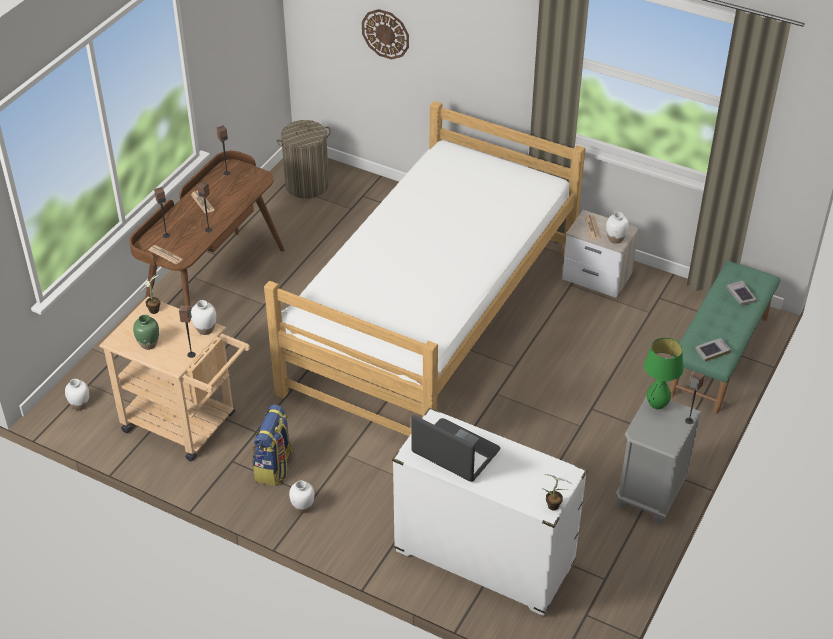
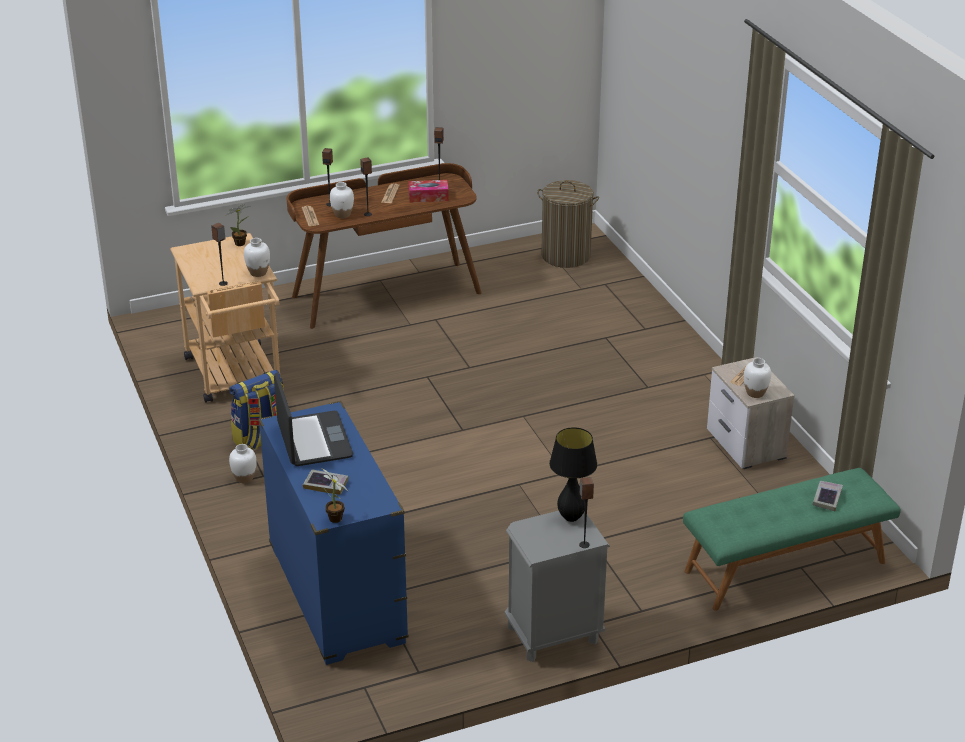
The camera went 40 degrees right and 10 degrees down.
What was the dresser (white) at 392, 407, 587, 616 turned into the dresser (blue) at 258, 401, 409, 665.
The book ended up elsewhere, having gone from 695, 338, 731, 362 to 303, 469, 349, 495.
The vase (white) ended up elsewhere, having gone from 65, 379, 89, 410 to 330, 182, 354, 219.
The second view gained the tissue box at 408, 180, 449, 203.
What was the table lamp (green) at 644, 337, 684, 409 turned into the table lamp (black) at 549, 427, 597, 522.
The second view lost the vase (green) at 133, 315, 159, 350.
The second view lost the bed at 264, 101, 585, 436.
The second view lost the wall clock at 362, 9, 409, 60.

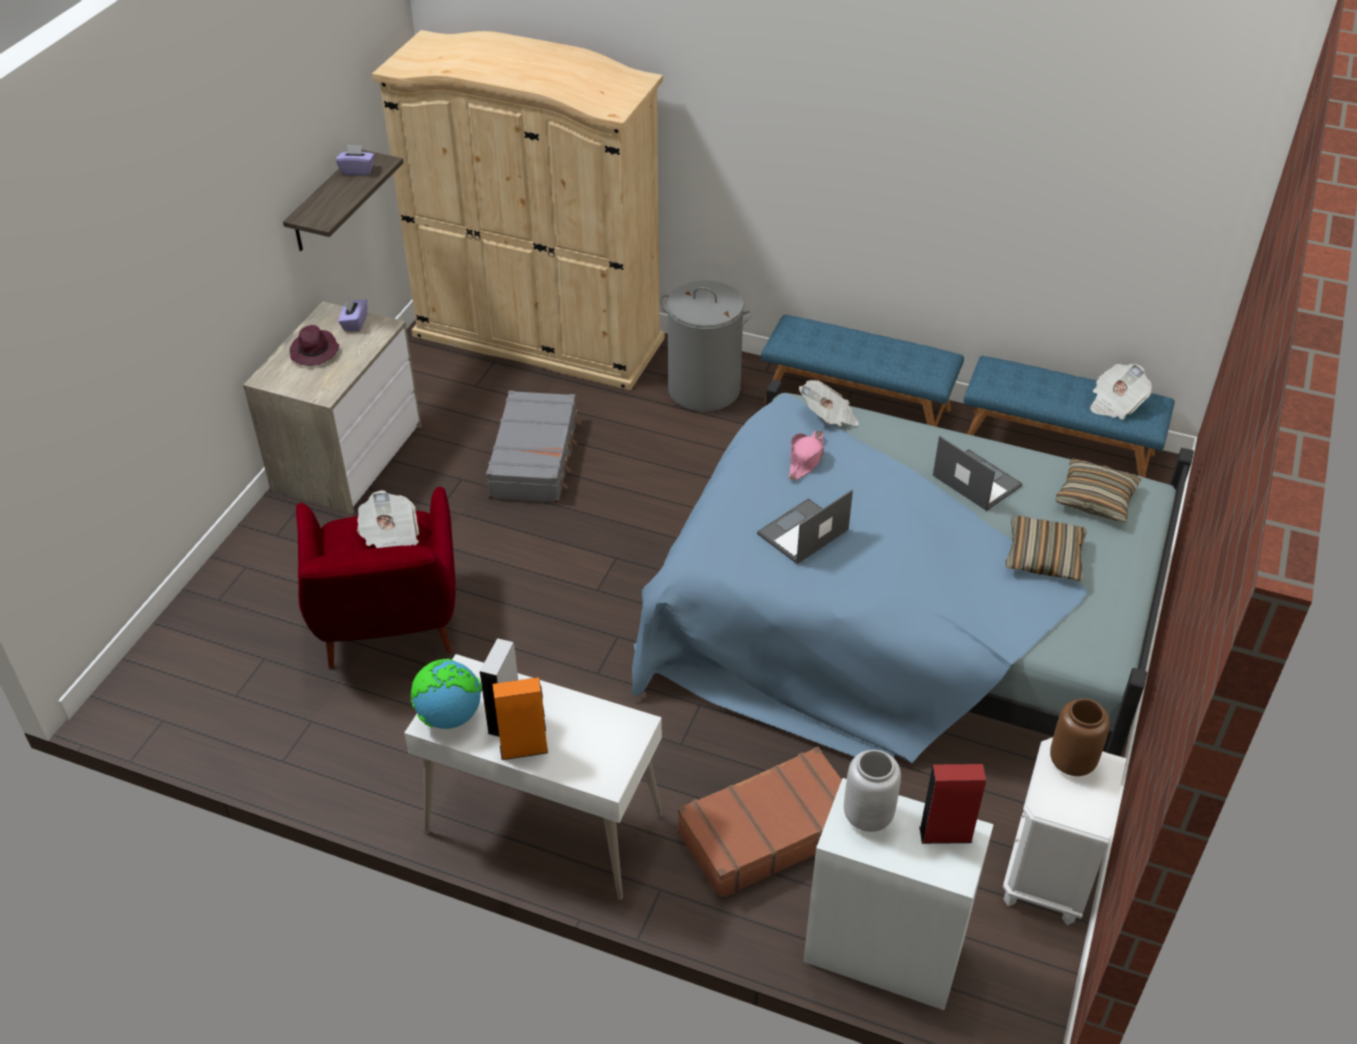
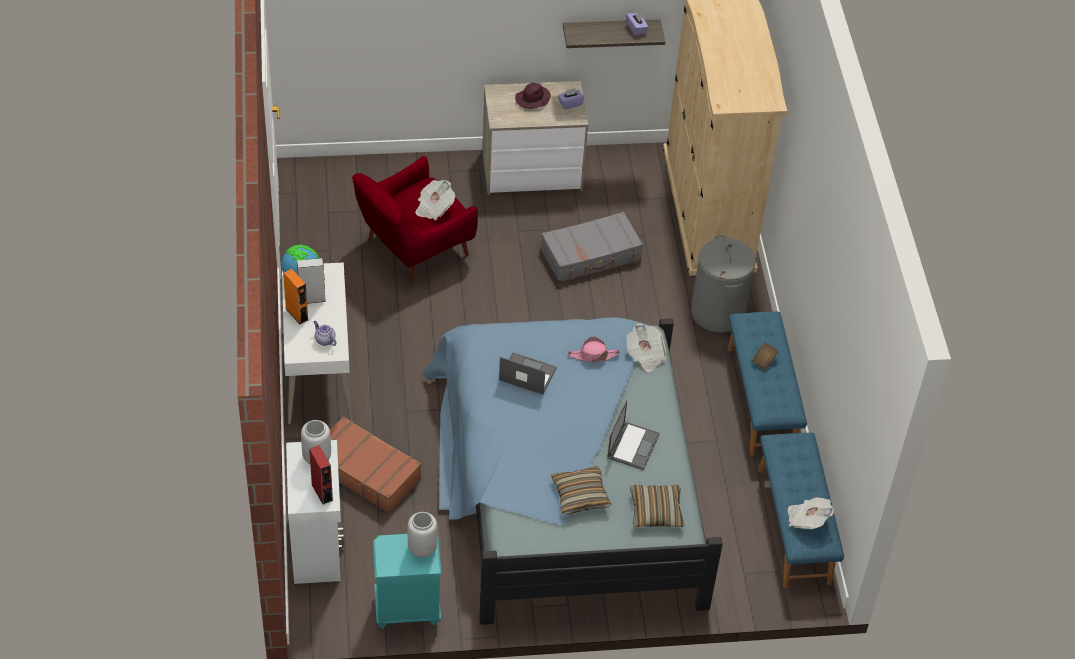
The camera went 60 degrees right and 5 degrees up.
The second view gained the teapot at 314, 321, 336, 346.
What was the nightstand (white) at 1003, 737, 1126, 925 turned into the nightstand (turquoise) at 373, 534, 442, 629.
What was the vase (brown) at 1050, 699, 1110, 776 turned into the vase (grey) at 408, 512, 438, 557.
The second view gained the book (brown) at 752, 343, 779, 370.

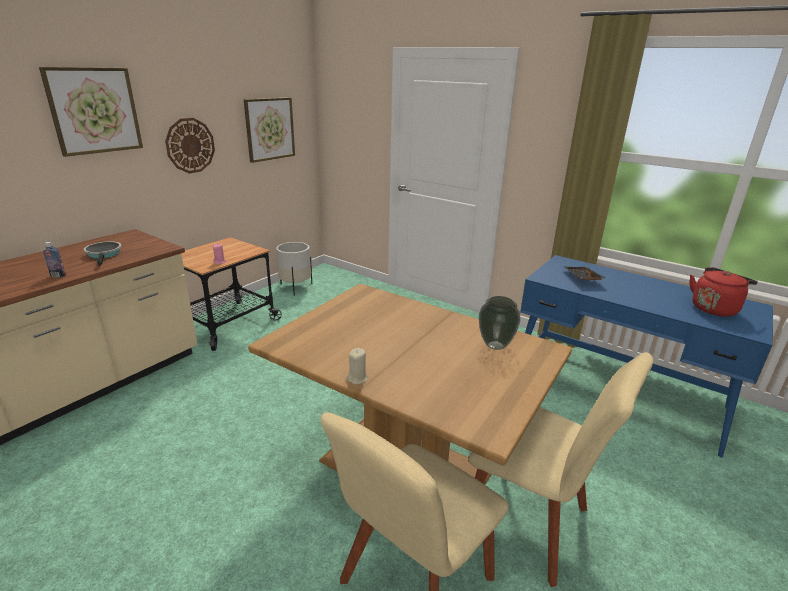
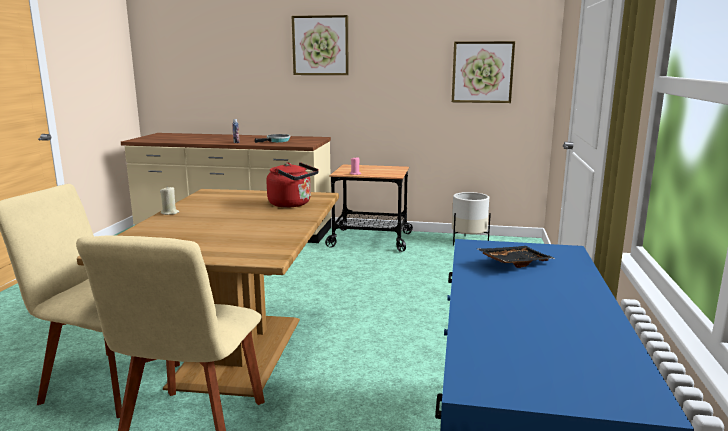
The camera went 65 degrees right and 10 degrees down.
The kettle (red) ended up elsewhere, having gone from 689, 267, 758, 317 to 267, 162, 319, 208.
The second view lost the wall clock at 165, 118, 215, 173.
The second view lost the vase at 479, 296, 520, 350.

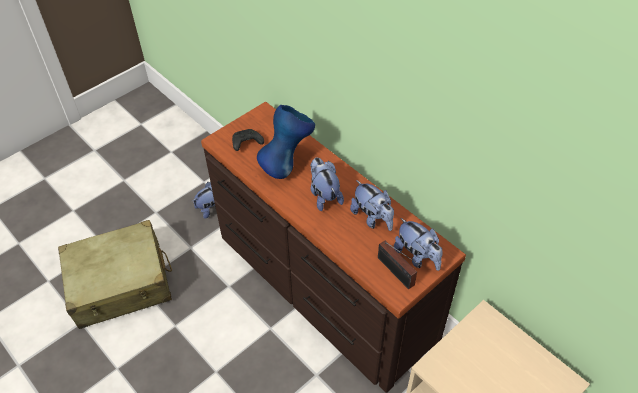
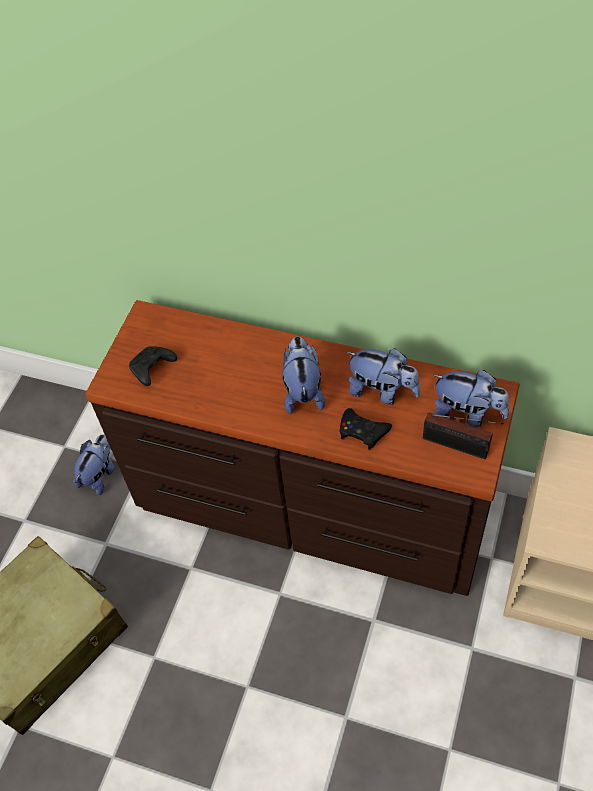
The camera went 25 degrees left and 5 degrees up.
The plush toy at 310, 158, 344, 211 ended up facing another way, 45 degrees clockwise from before.
The second view gained the game controller (black) at 340, 408, 392, 450.
The second view lost the vase (blue) at 257, 105, 315, 179.

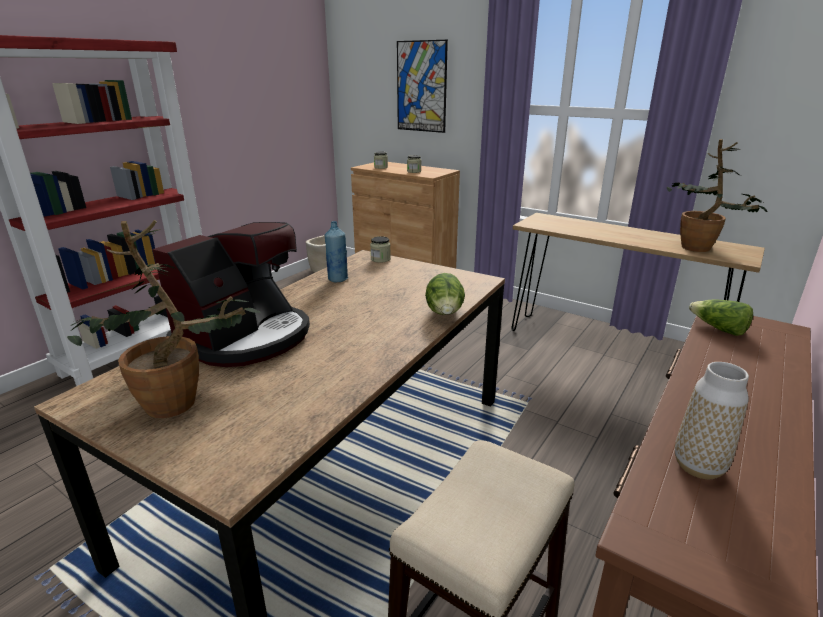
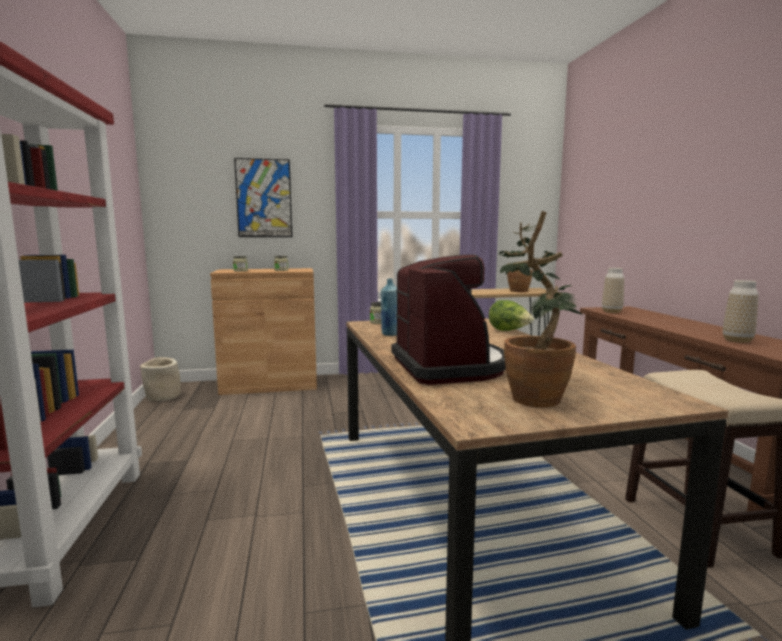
The camera went 45 degrees left and 15 degrees down.
Where the lettuce stood at 689, 300, 753, 336, the vase came to stand at 602, 268, 624, 313.

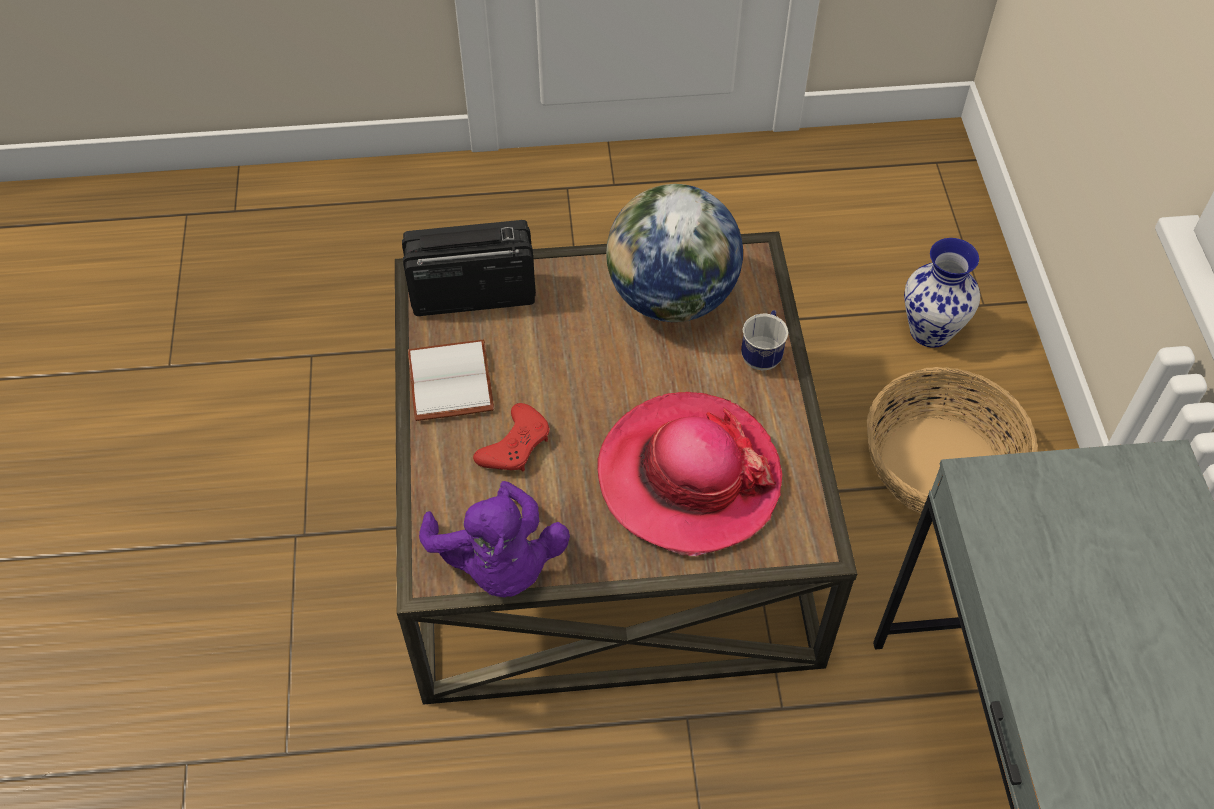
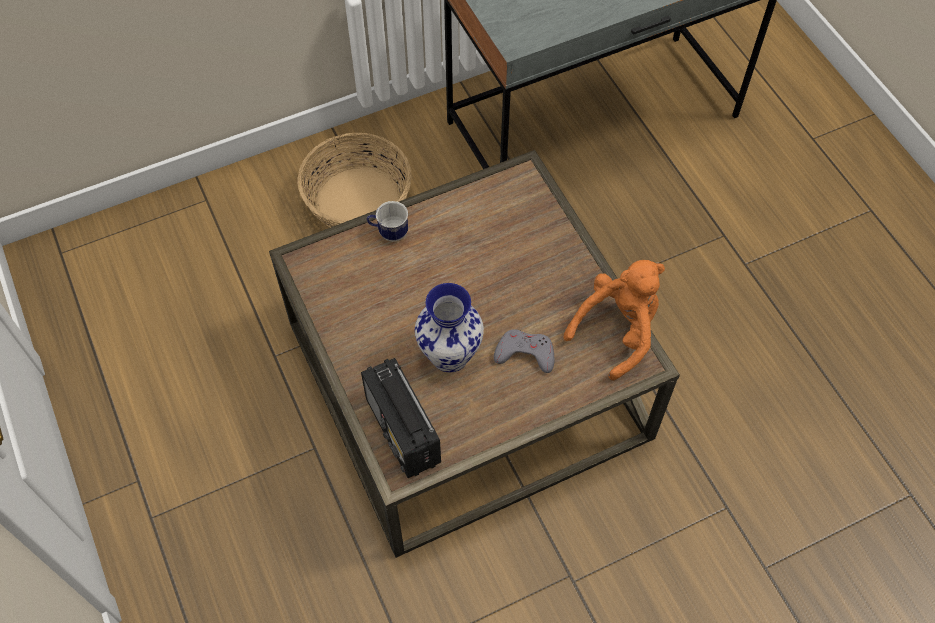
The camera went 110 degrees left and 5 degrees up.
The vase ended up elsewhere, having gone from 904, 238, 980, 348 to 415, 283, 484, 372.
What was the game controller (red) at 473, 403, 550, 471 turned into the game controller (grey) at 494, 329, 555, 373.
What was the plush toy (purple) at 419, 481, 570, 597 turned into the plush toy (orange) at 564, 260, 665, 380.
The second view lost the book (white) at 408, 340, 494, 421.
The second view lost the hat at 597, 392, 782, 556.
The second view lost the globe at 606, 184, 743, 322.

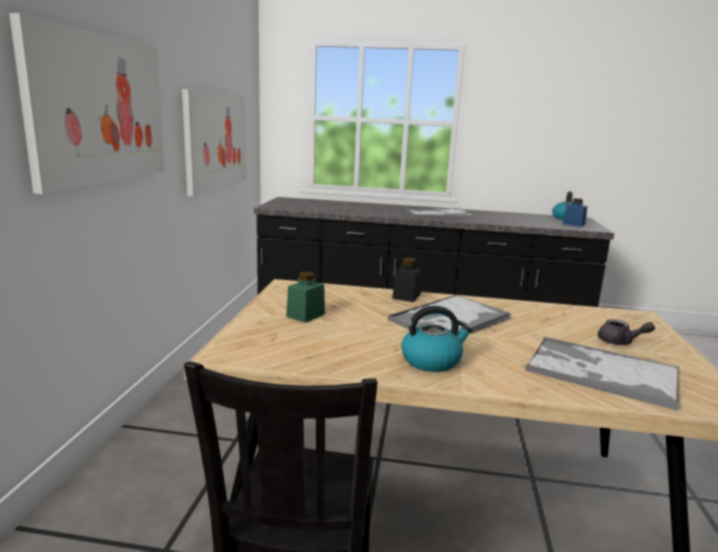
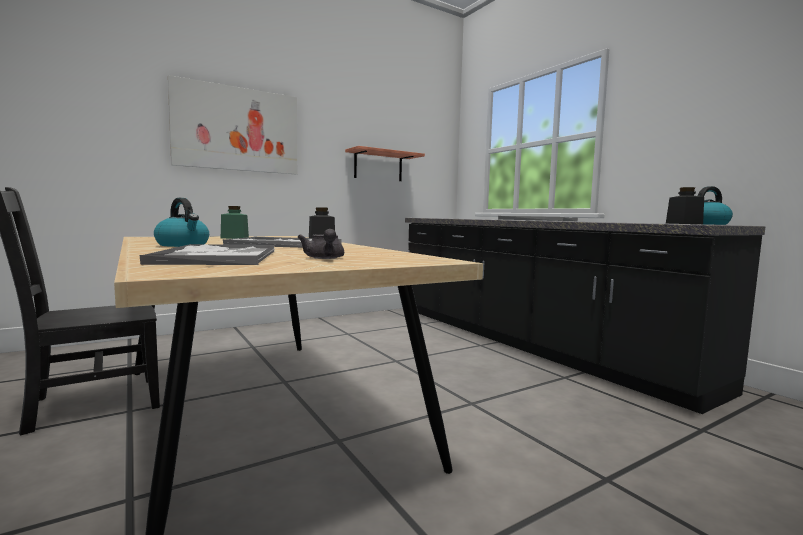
The camera went 50 degrees right and 10 degrees down.
Where the picture hung at 182, 89, 246, 196, the shelf came to hang at 345, 146, 425, 181.
What was the jar (blue) at 563, 198, 587, 227 turned into the jar (black) at 666, 187, 704, 224.

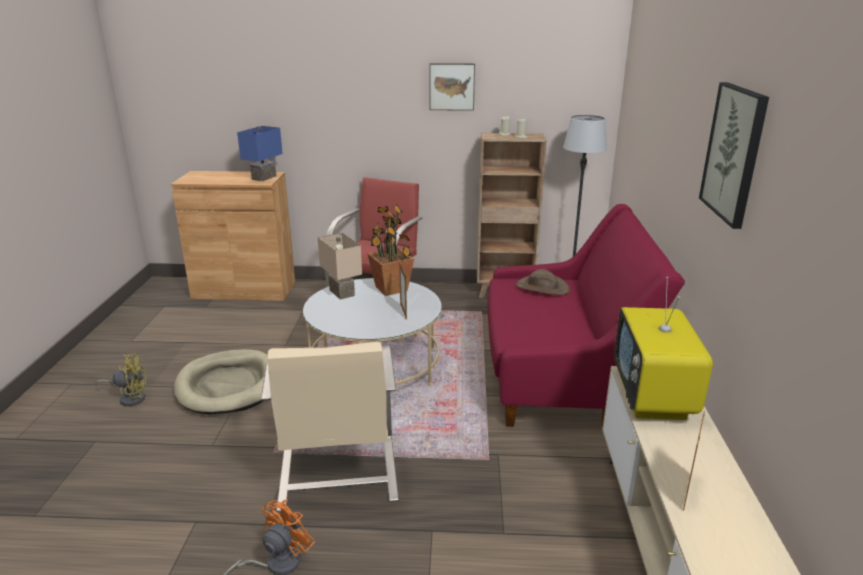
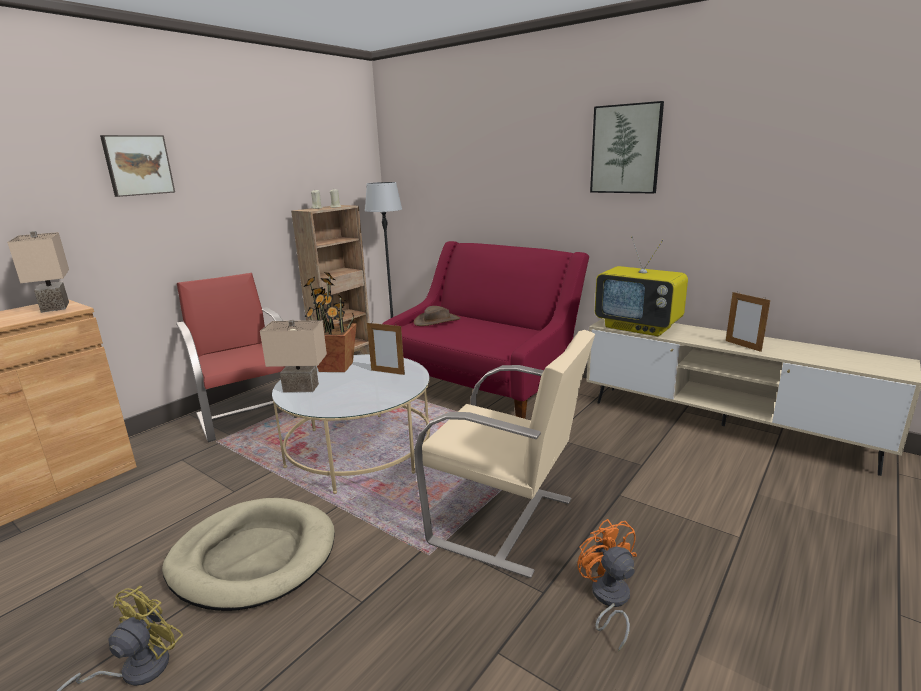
The camera went 55 degrees left and 5 degrees down.
What was the table lamp (blue) at 237, 126, 283, 181 turned into the table lamp (beige) at 7, 231, 69, 313.
The picture ended up elsewhere, having gone from 430, 63, 475, 111 to 100, 135, 175, 197.

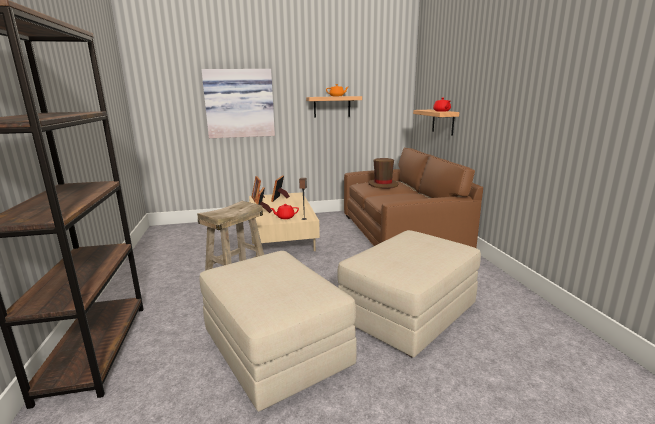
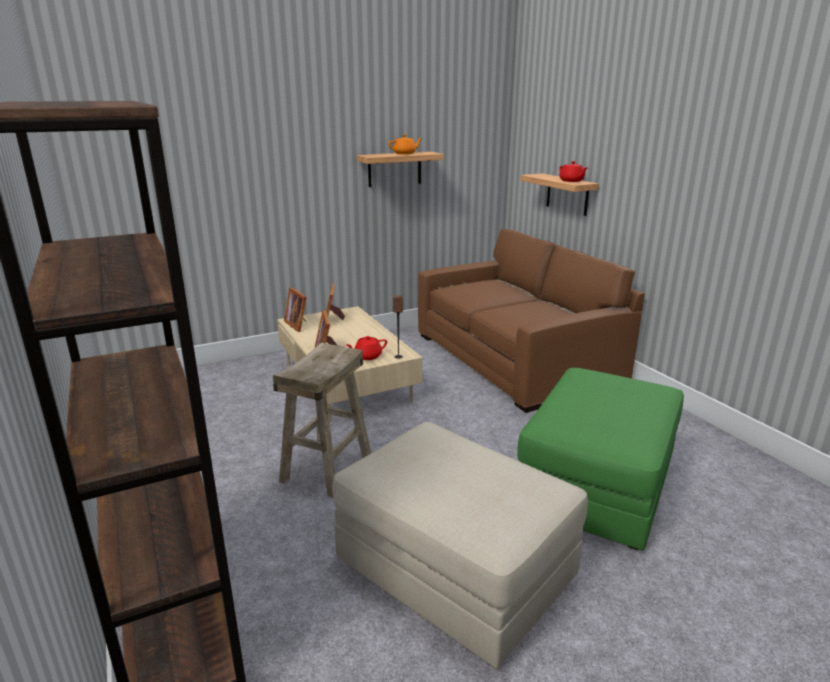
The camera went 15 degrees left and 5 degrees up.
What was the ottoman (beige) at 337, 230, 481, 358 turned into the ottoman (green) at 517, 368, 684, 551.
The second view lost the picture at 201, 69, 275, 138.
The second view lost the hat (brown) at 368, 158, 398, 189.

